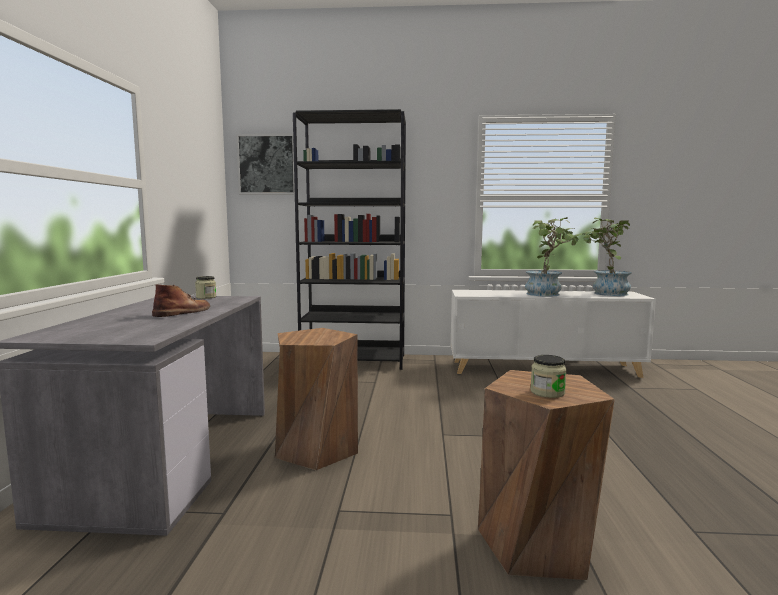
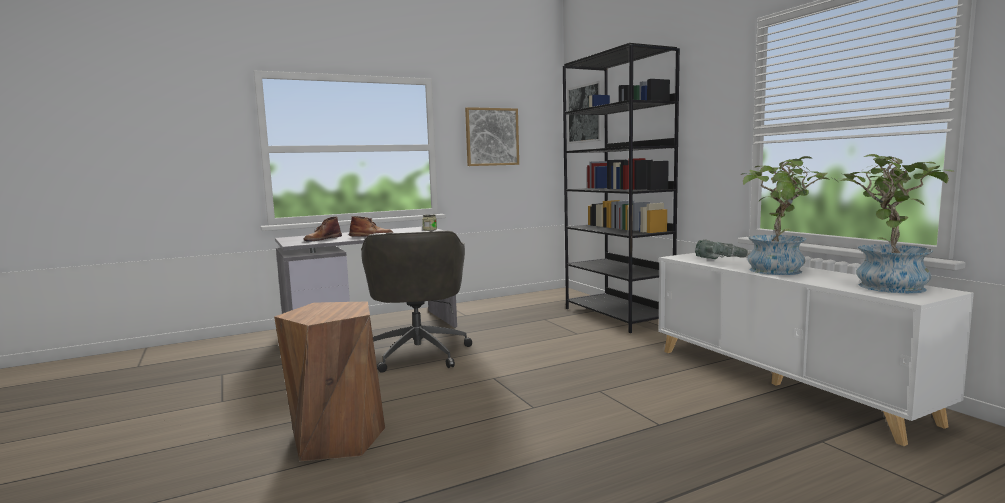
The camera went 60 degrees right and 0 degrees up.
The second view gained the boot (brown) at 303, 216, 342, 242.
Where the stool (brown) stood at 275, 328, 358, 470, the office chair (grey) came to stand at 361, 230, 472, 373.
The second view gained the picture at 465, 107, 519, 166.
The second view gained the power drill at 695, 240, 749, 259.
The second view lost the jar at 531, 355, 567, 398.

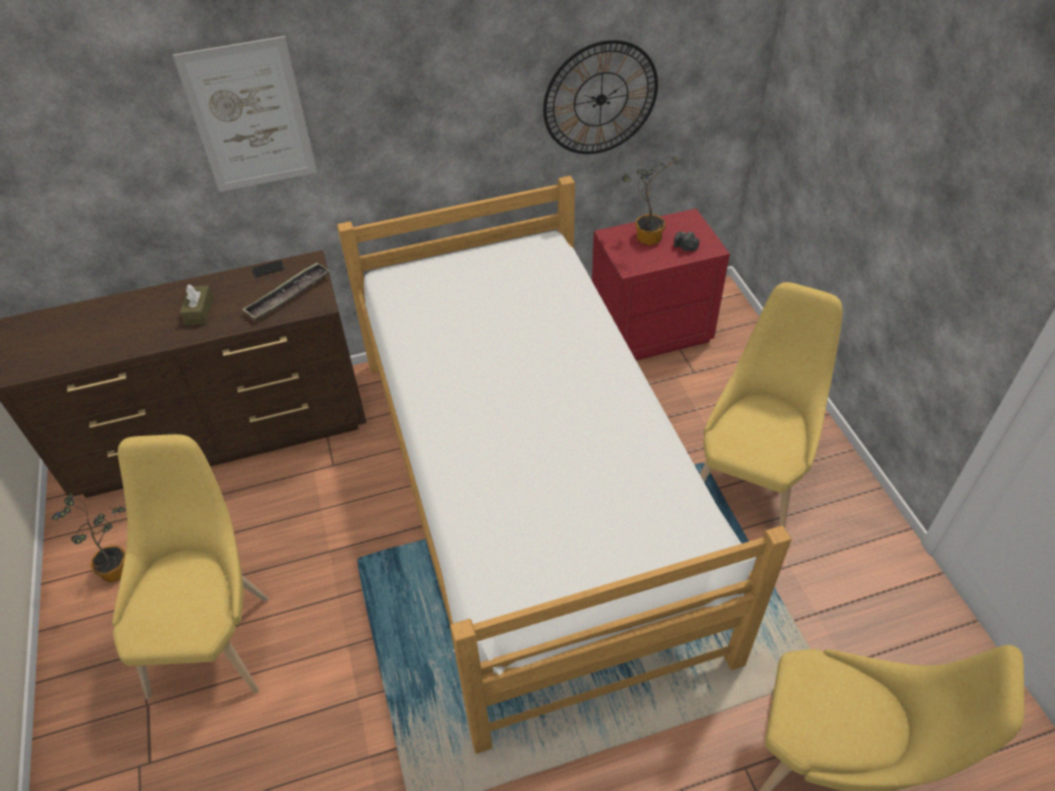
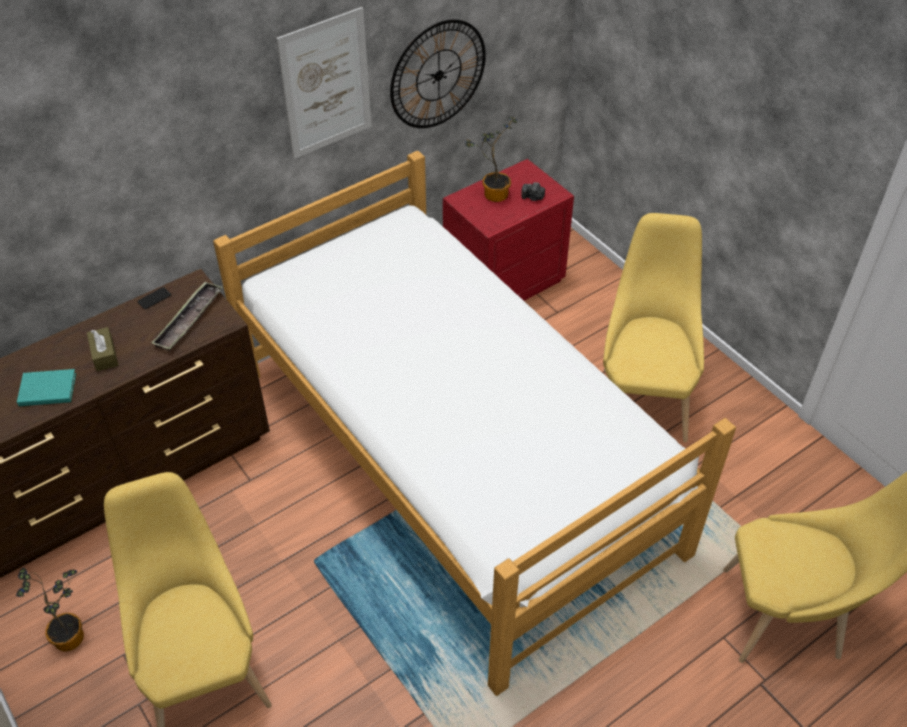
The camera went 20 degrees left and 0 degrees up.
The second view gained the book (turquoise) at 17, 369, 76, 406.
The picture ended up elsewhere, having gone from 173, 36, 317, 192 to 276, 7, 372, 159.

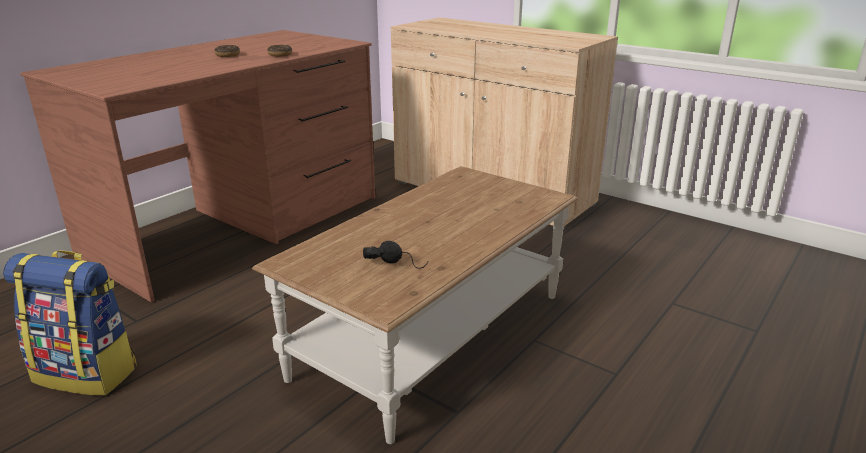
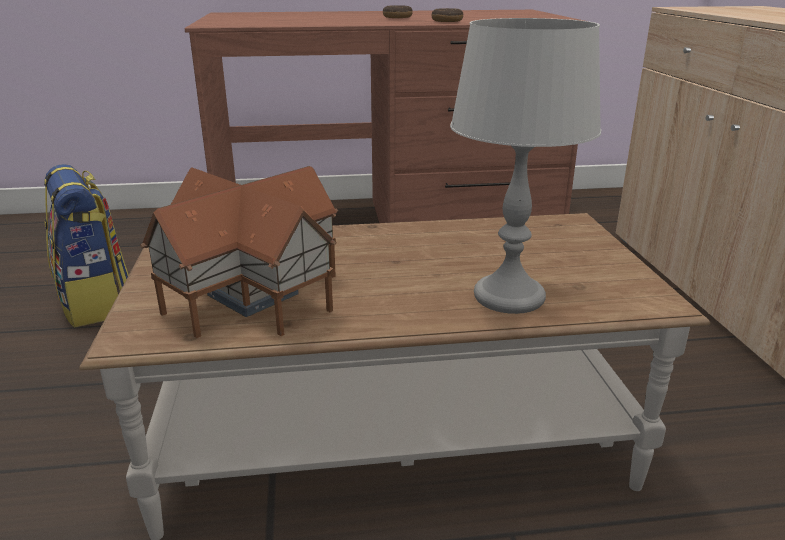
The camera went 45 degrees right and 0 degrees up.
Where the headphones (black) stood at 363, 241, 429, 269, the toy house came to stand at 140, 166, 338, 338.
The second view gained the table lamp (grey) at 450, 18, 601, 314.

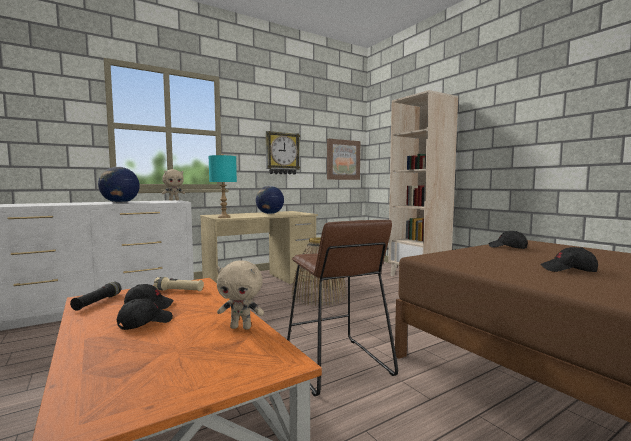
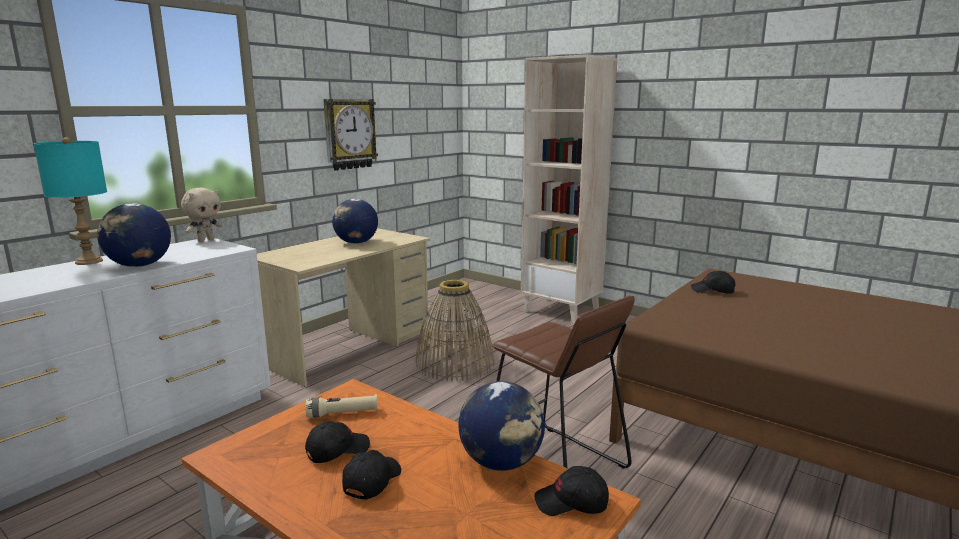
The camera went 20 degrees left and 10 degrees up.
The table lamp (turquoise) ended up elsewhere, having gone from 209, 154, 237, 218 to 33, 137, 107, 265.
Where the plush toy (beige) stood at 217, 260, 264, 330, the globe came to stand at 458, 381, 545, 471.
The cap (black) ended up elsewhere, having gone from 541, 247, 598, 272 to 534, 466, 609, 516.
The second view lost the flashlight (black) at 70, 282, 121, 311.
The second view lost the picture at 327, 139, 360, 180.

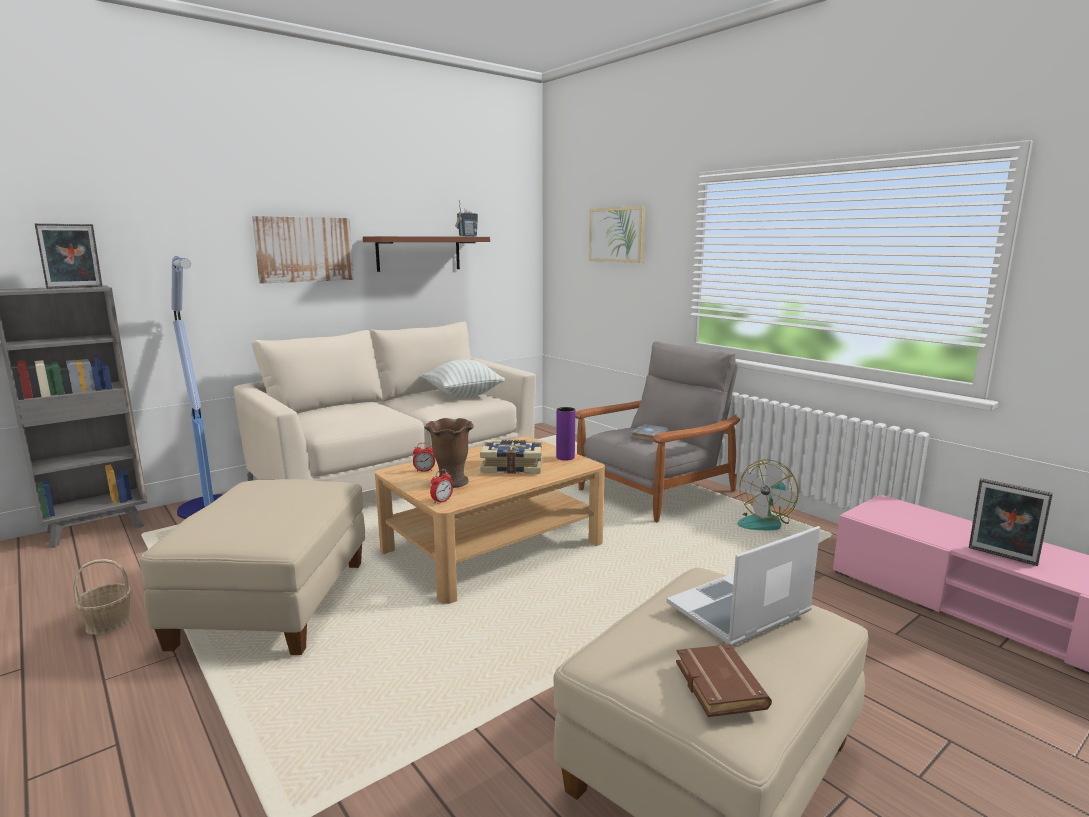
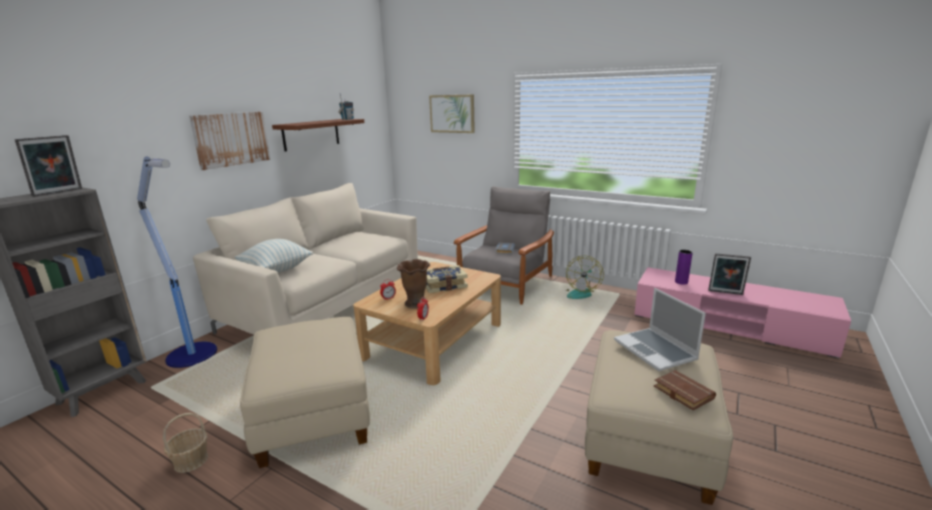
The camera went 20 degrees left and 5 degrees up.
The pillow ended up elsewhere, having gone from 422, 359, 505, 397 to 235, 239, 313, 273.
The laptop at 666, 526, 820, 646 ended up facing another way, 60 degrees counterclockwise from before.
The vase (purple) ended up elsewhere, having gone from 556, 407, 575, 461 to 675, 250, 693, 285.

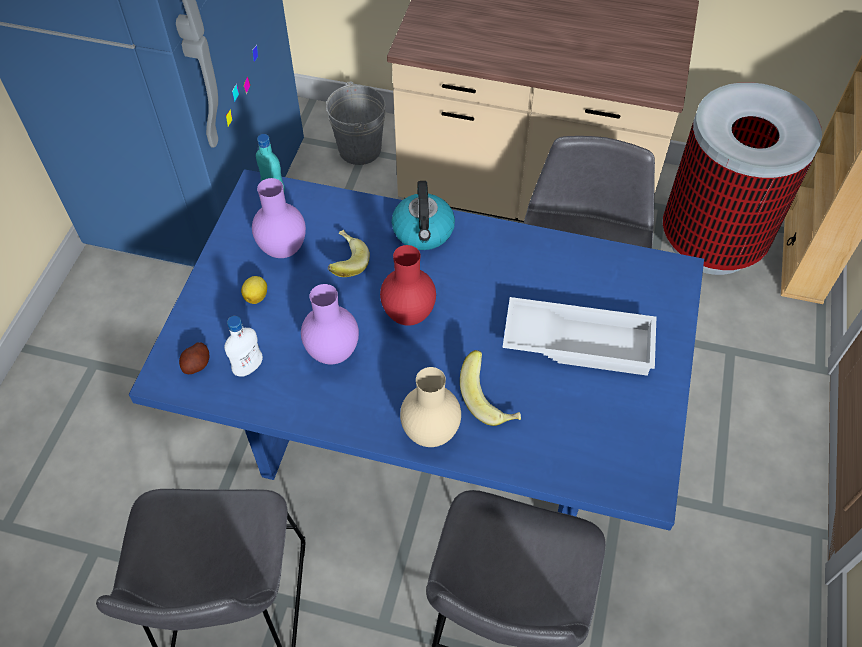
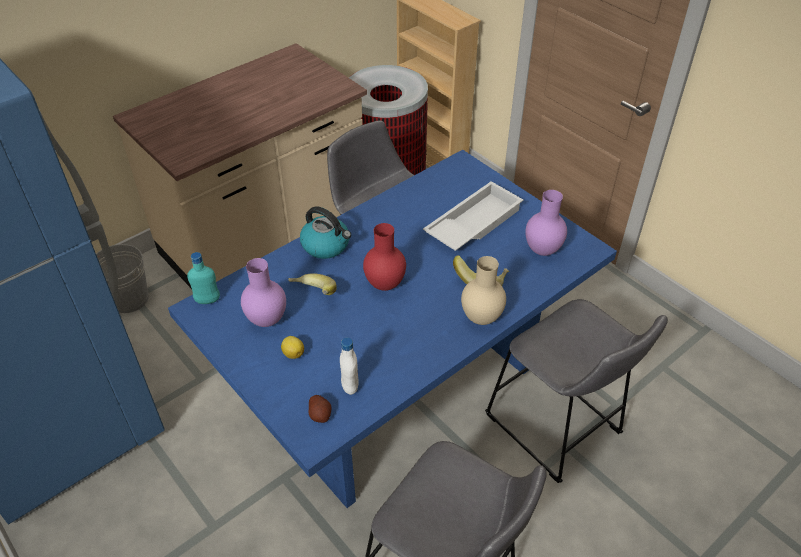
The camera went 55 degrees left and 10 degrees down.
The vase (purple) ended up elsewhere, having gone from 301, 284, 359, 365 to 525, 190, 567, 256.

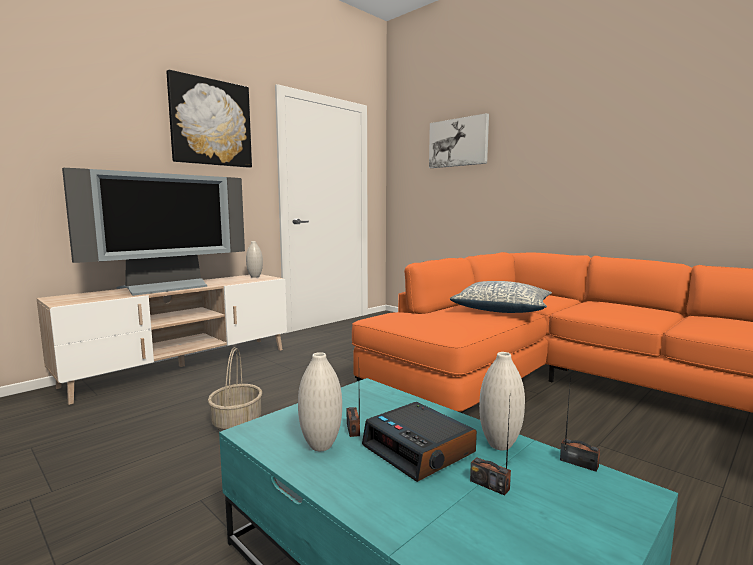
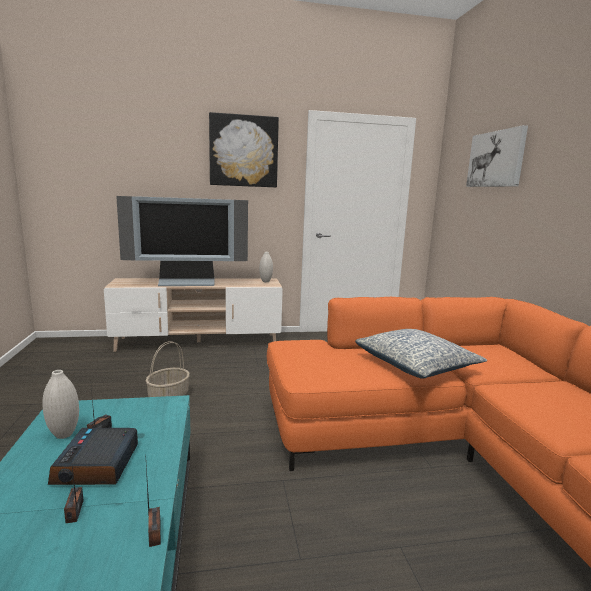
The camera went 35 degrees right and 5 degrees up.
The second view lost the vase (white) at 479, 352, 525, 450.

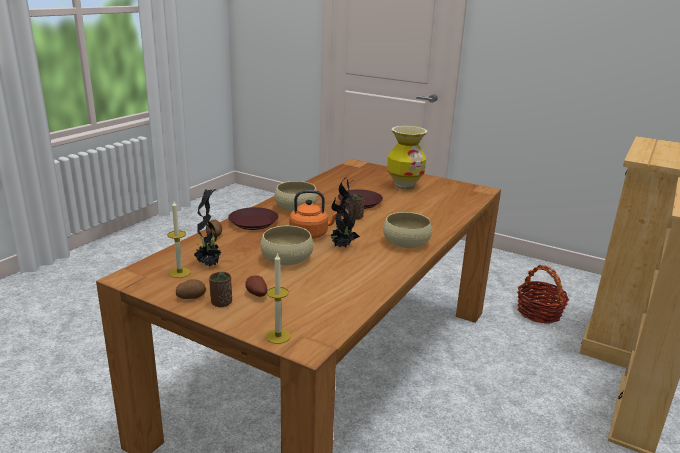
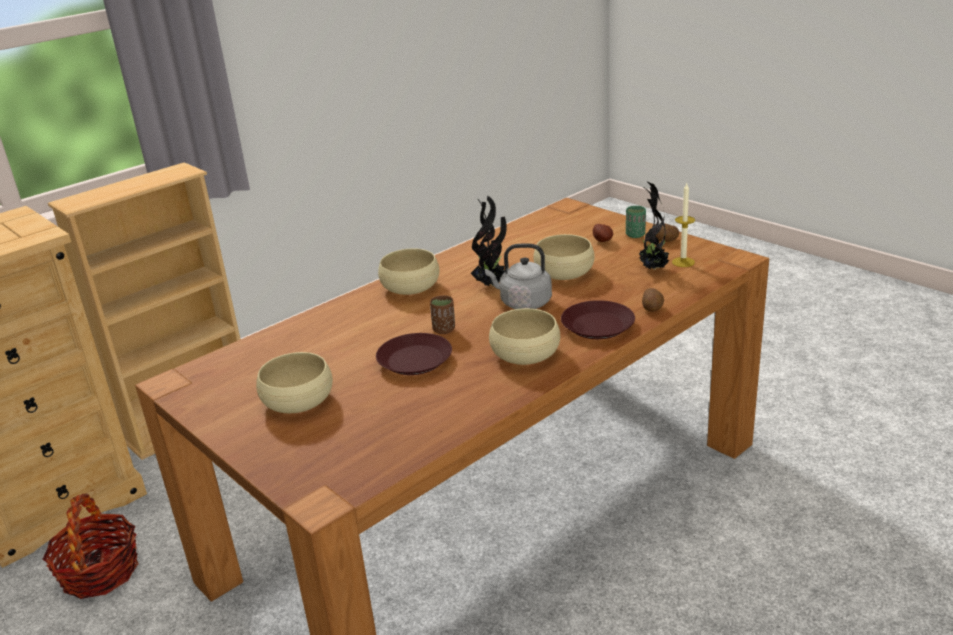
The camera went 160 degrees left and 5 degrees up.
Where the vase stood at 387, 126, 427, 190, the bowl (beige) came to stand at 256, 352, 333, 413.
What was the kettle (orange) at 289, 190, 337, 239 turned into the kettle (grey) at 485, 243, 552, 309.
What was the cup (brown) at 209, 272, 232, 307 turned into the cup (green) at 626, 206, 646, 238.
The second view lost the candle at 266, 252, 291, 344.

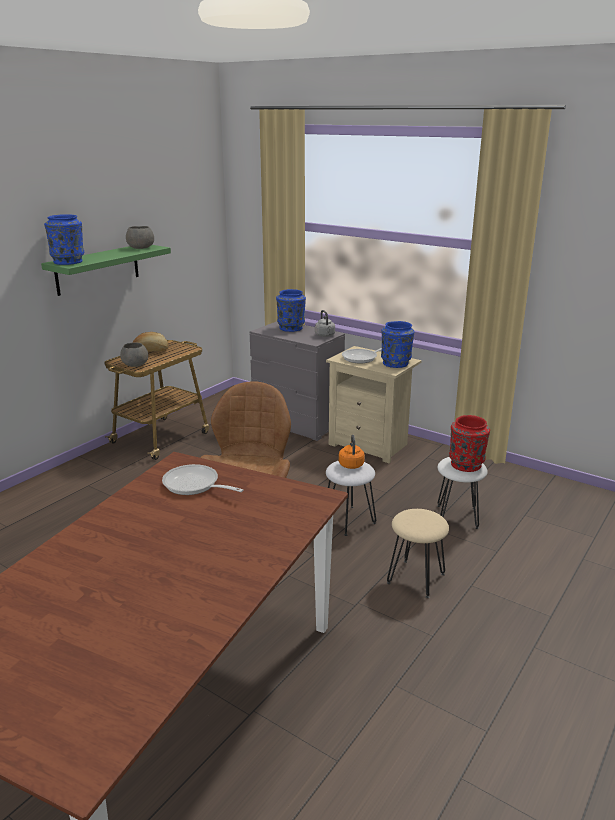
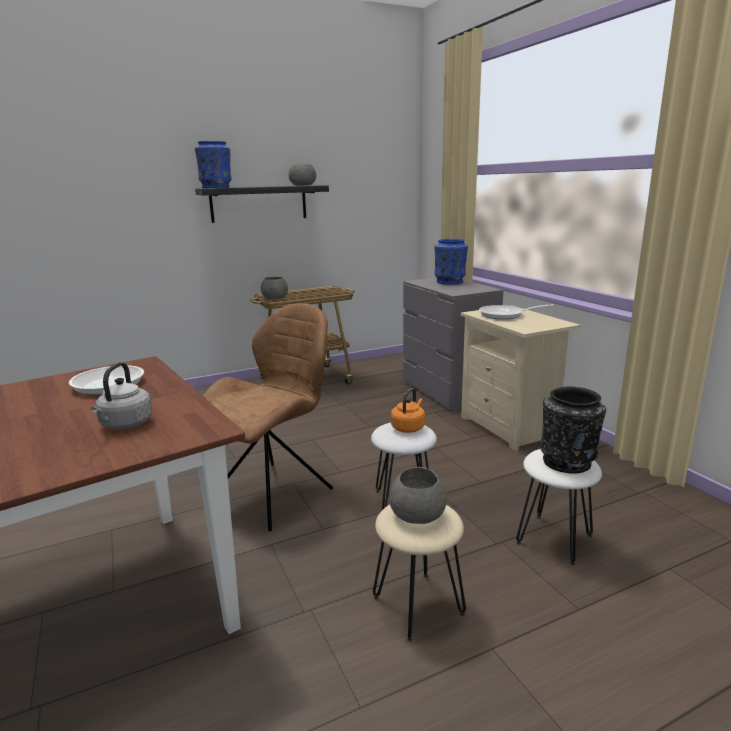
The camera went 30 degrees right and 5 degrees down.
The kettle (grey) ended up elsewhere, having gone from 315, 310, 335, 337 to 91, 362, 153, 430.
What was the shelf (green) at 41, 245, 171, 296 turned into the shelf (black) at 195, 185, 329, 223.
The second view gained the bowl (grey) at 389, 467, 447, 524.
What was the vase (red) at 449, 415, 490, 472 turned into the vase (black) at 540, 386, 606, 474.
The second view lost the bread at 132, 332, 169, 352.
The second view lost the vase (blue) at 381, 321, 415, 368.

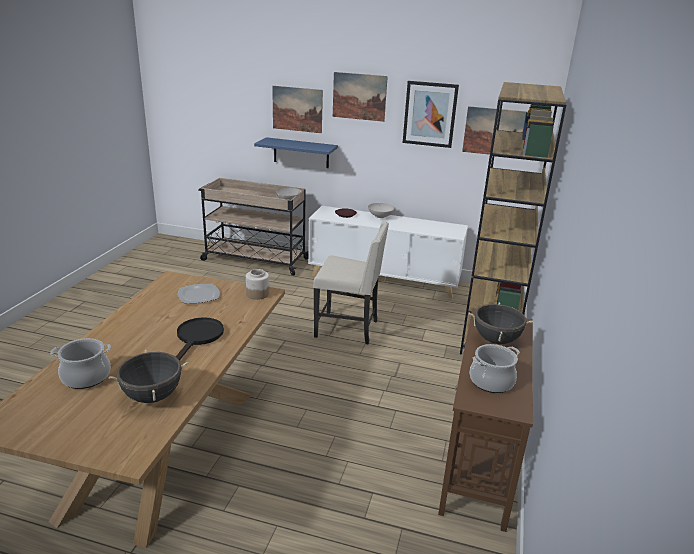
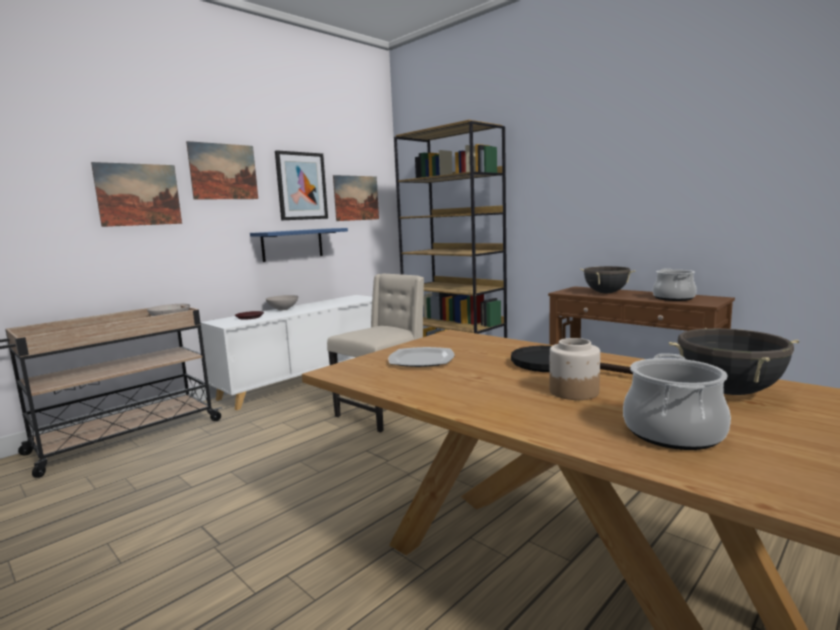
The camera went 60 degrees left and 15 degrees down.
The shelf (blue) ended up elsewhere, having gone from 254, 137, 338, 168 to 250, 228, 348, 262.
The jar ended up elsewhere, having gone from 246, 269, 269, 300 to 549, 338, 600, 400.

